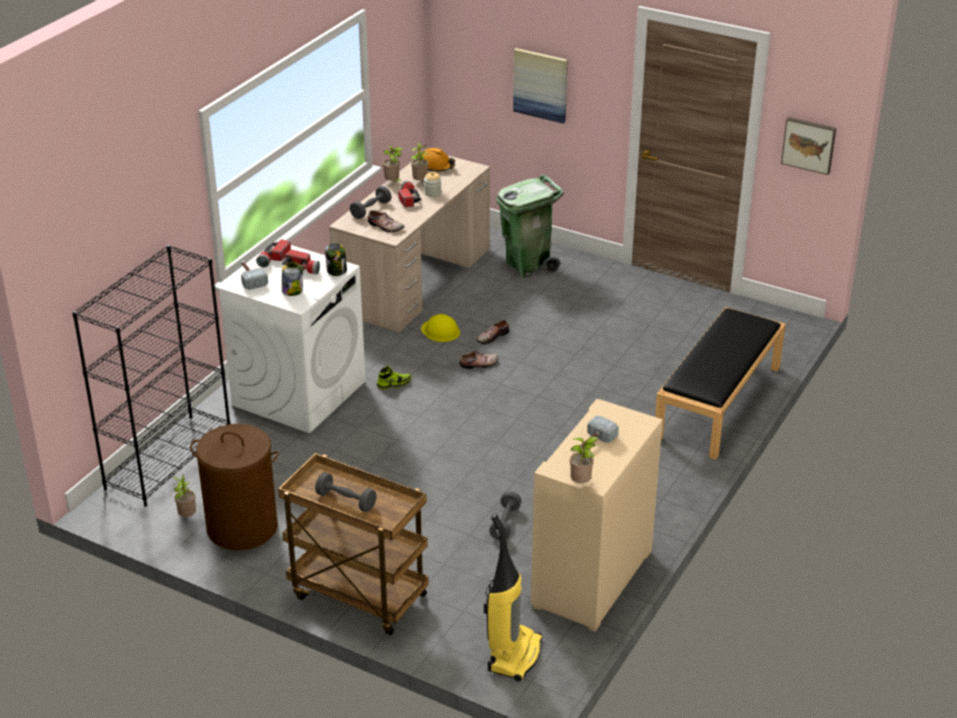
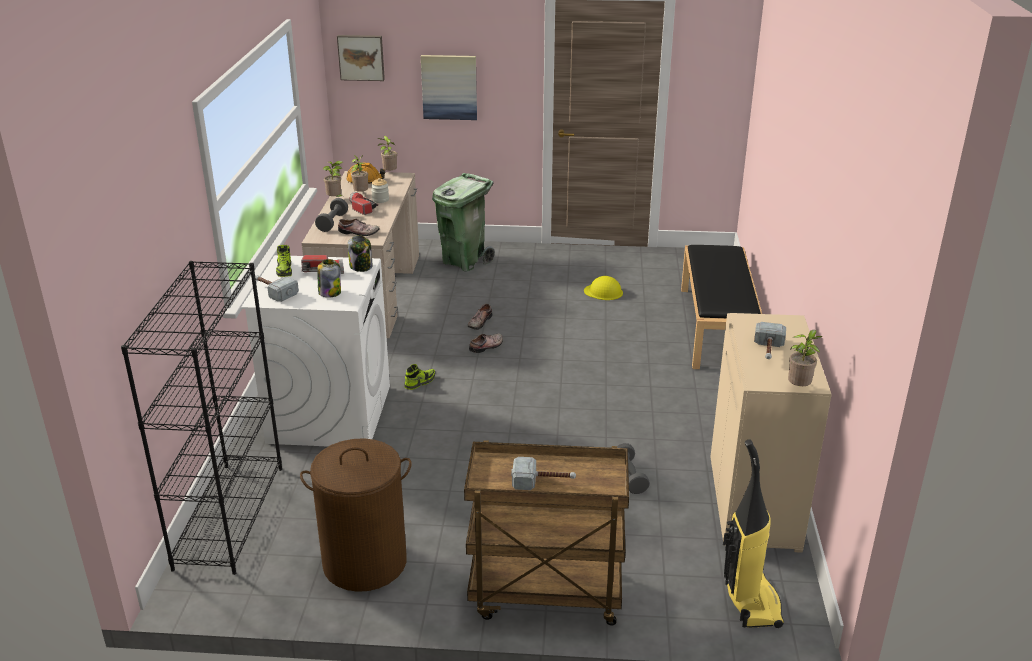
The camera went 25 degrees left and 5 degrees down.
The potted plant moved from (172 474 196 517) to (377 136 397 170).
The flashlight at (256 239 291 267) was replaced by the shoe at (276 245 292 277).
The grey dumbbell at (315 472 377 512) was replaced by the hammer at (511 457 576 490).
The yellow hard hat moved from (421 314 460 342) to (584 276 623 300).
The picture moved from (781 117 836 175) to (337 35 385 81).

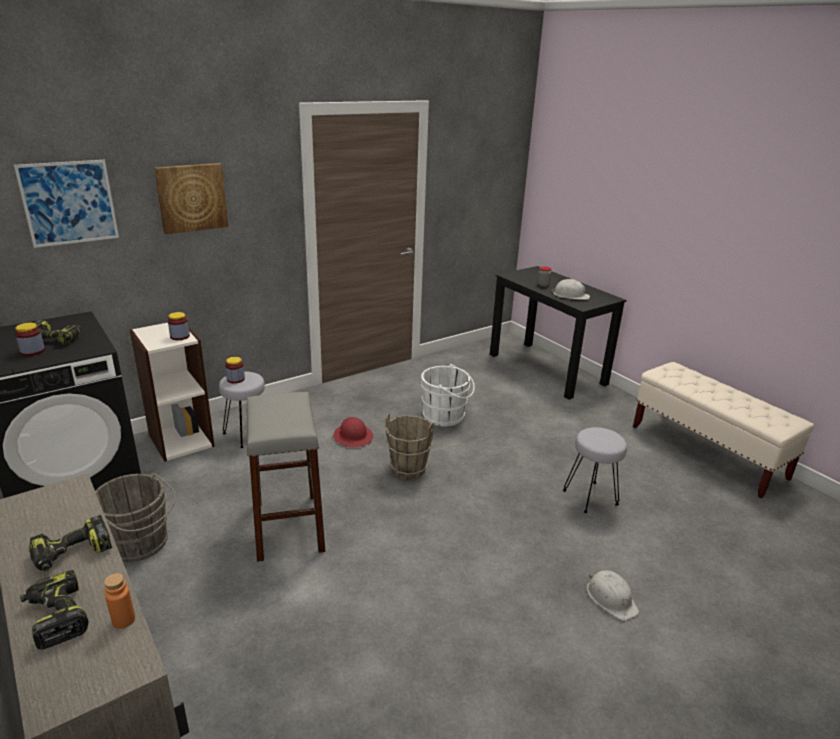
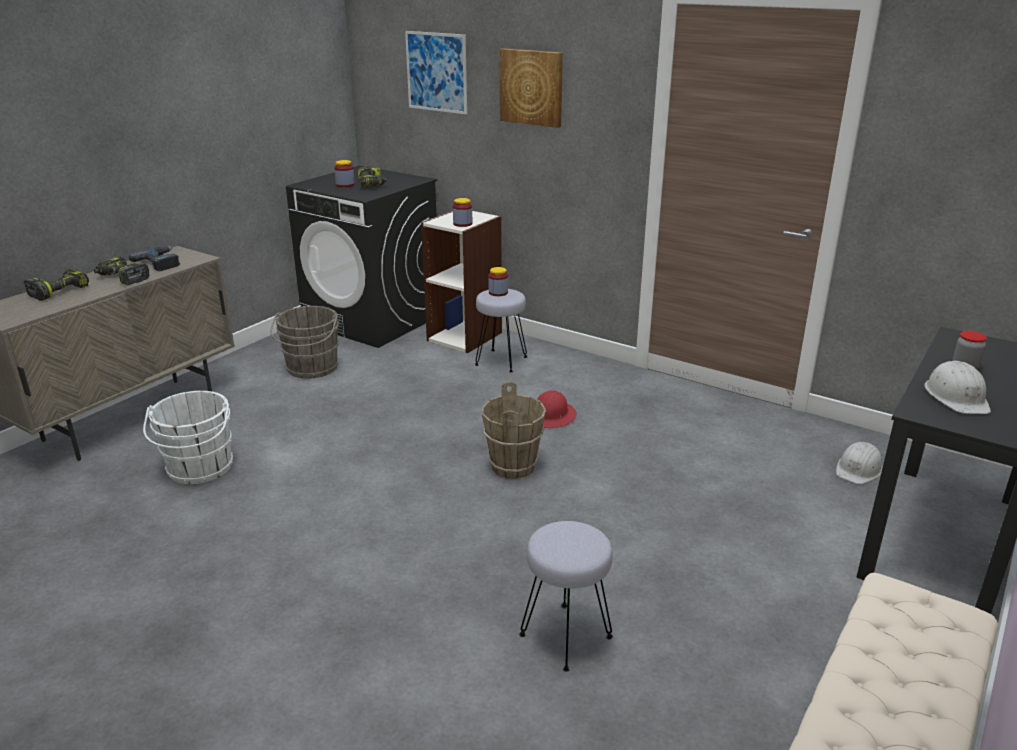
The camera went 70 degrees right and 0 degrees up.
The orange bottle at (104 573 135 629) disappeared.
The grey stool at (246 392 326 562) disappeared.
The white bucket moved from (420 364 475 426) to (143 391 233 484).
The white hard hat moved from (587 570 639 621) to (836 442 882 484).
The power drill at (129 246 180 271) appeared.

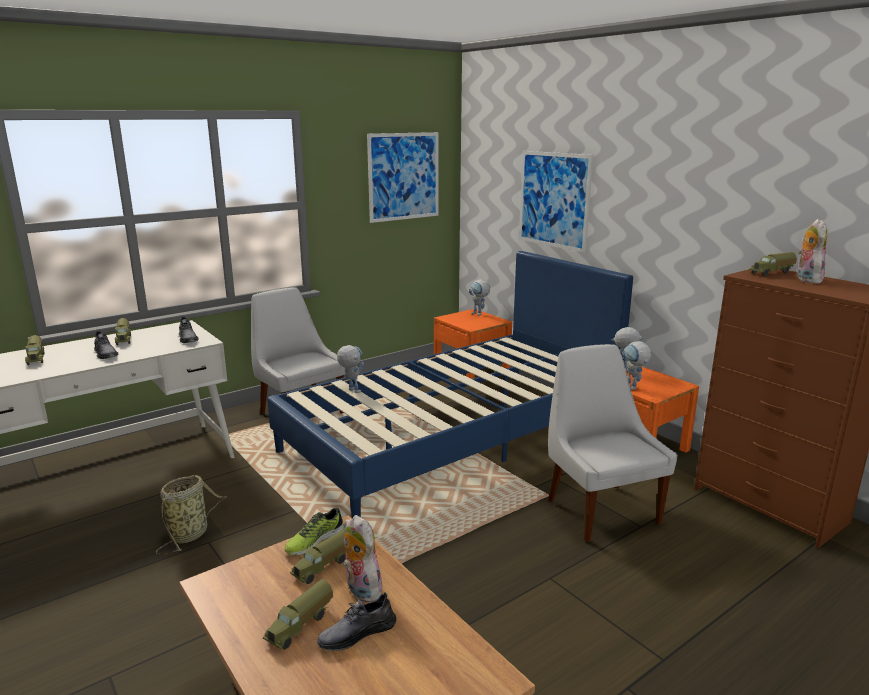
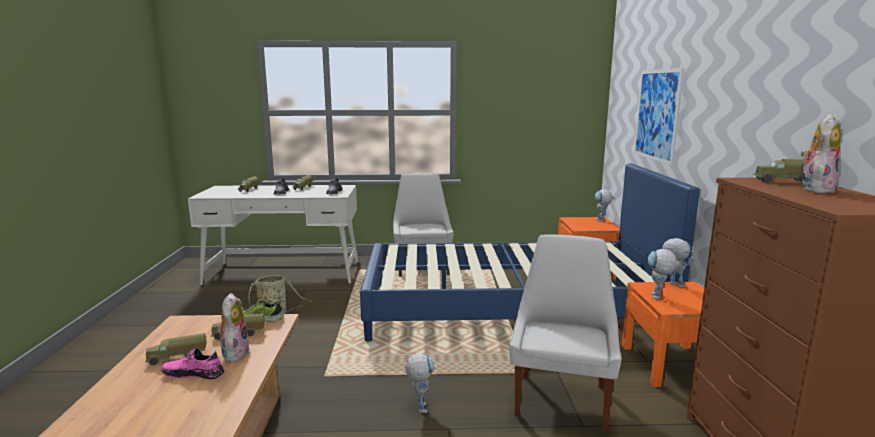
The camera went 35 degrees right and 5 degrees down.
The grey shoe at (317 592 396 651) became the pink shoe at (161 348 224 379).
The toy robot moved from (337 345 364 393) to (405 353 435 413).
The picture at (367 132 439 223) disappeared.

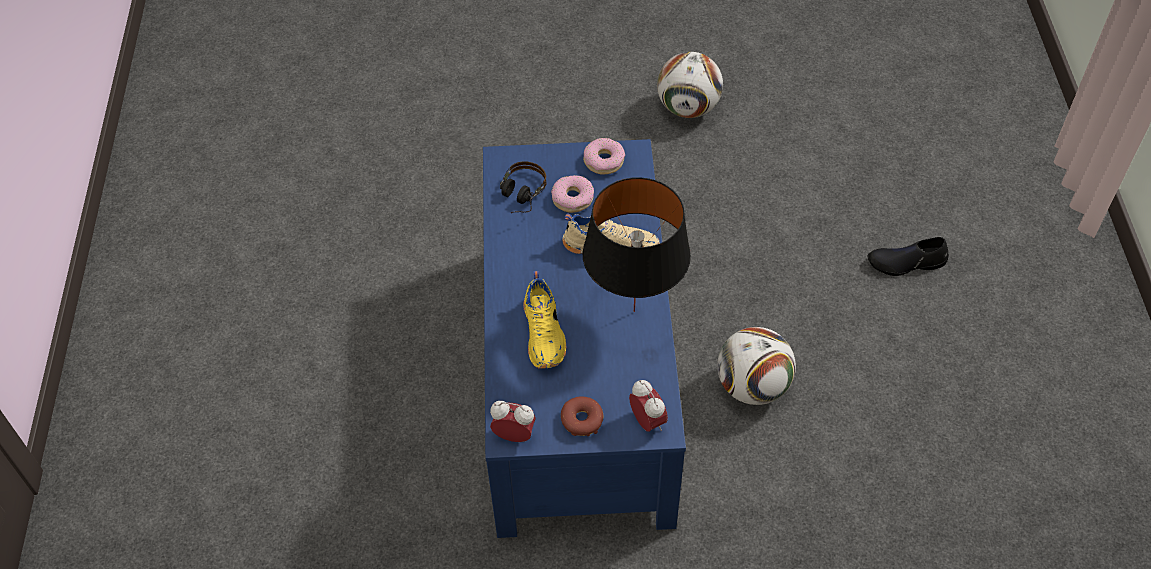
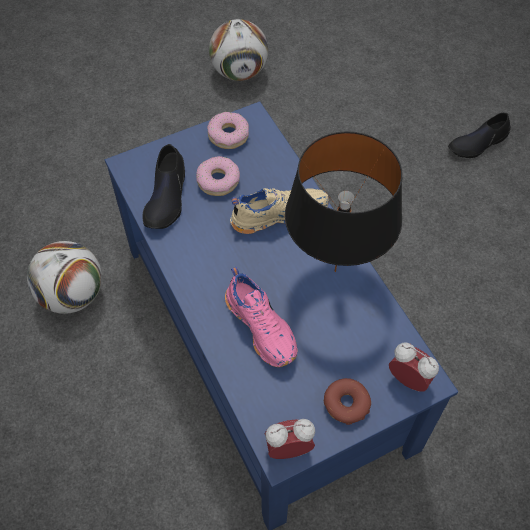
The camera went 25 degrees left and 5 degrees up.
The headphones at (500 161 546 213) was replaced by the black shoe at (142 144 185 229).
The yellow shoe at (523 271 567 369) became the pink shoe at (225 267 297 367).
The football moved from (717 327 796 405) to (27 241 102 314).

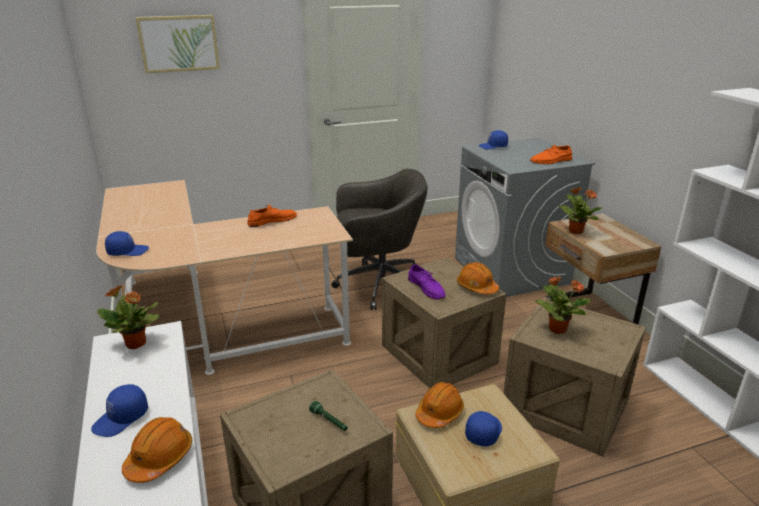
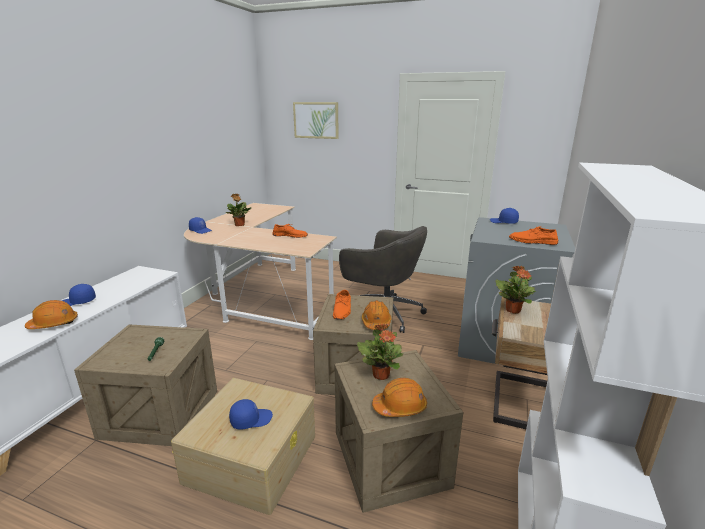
The camera went 40 degrees right and 5 degrees down.
The potted plant moved from (97 285 160 349) to (226 194 252 226).
The purple shoe at (408 264 446 299) became the orange shoe at (333 290 351 320).
The orange hard hat moved from (416 382 464 428) to (372 378 427 417).

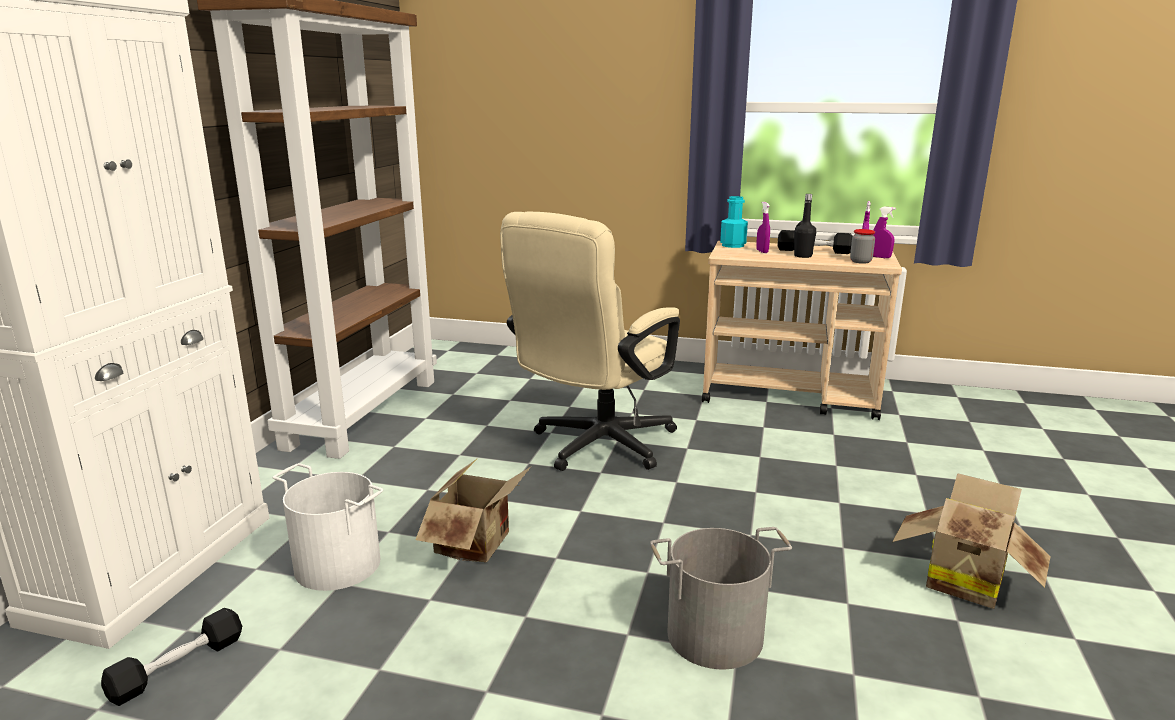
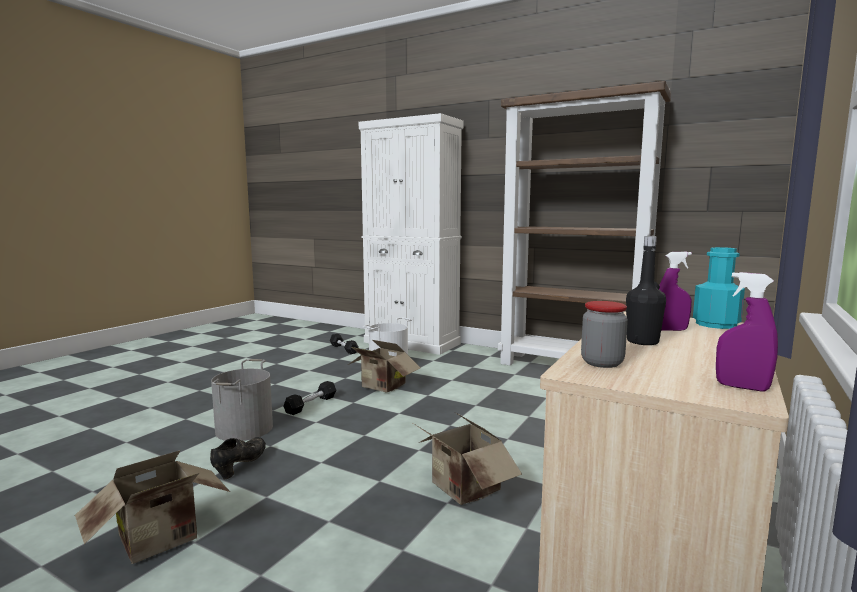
The camera went 105 degrees right and 10 degrees down.
The beige office chair at (500 211 680 471) disappeared.
The black dumbbell moved from (777 230 853 254) to (283 381 336 415).
The purple spray bottle at (873 207 896 258) disappeared.
The black shoe at (210 437 266 479) appeared.
The cardboard box at (414 412 522 505) appeared.

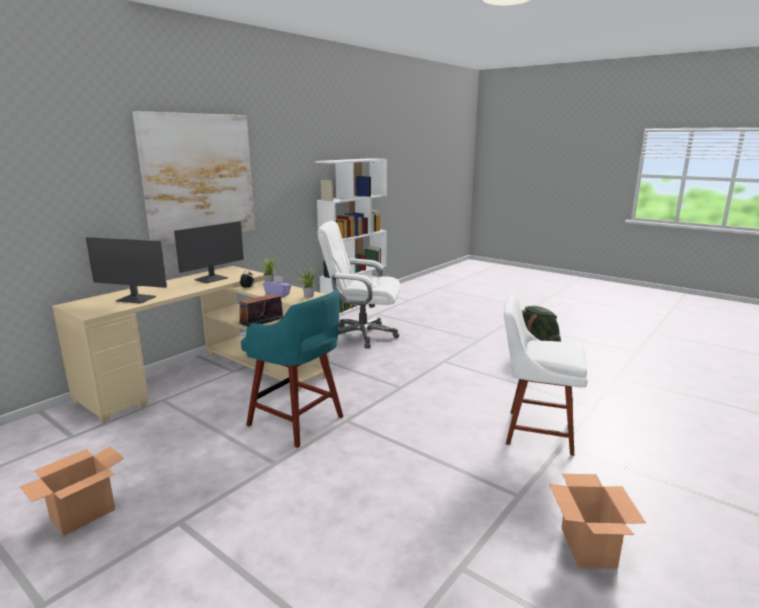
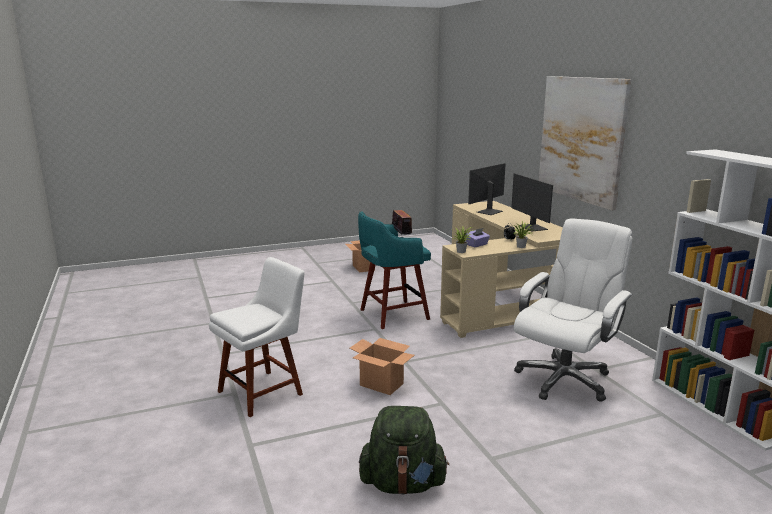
The camera went 120 degrees right and 0 degrees up.
The cardboard box moved from (549 474 646 568) to (350 338 415 395).

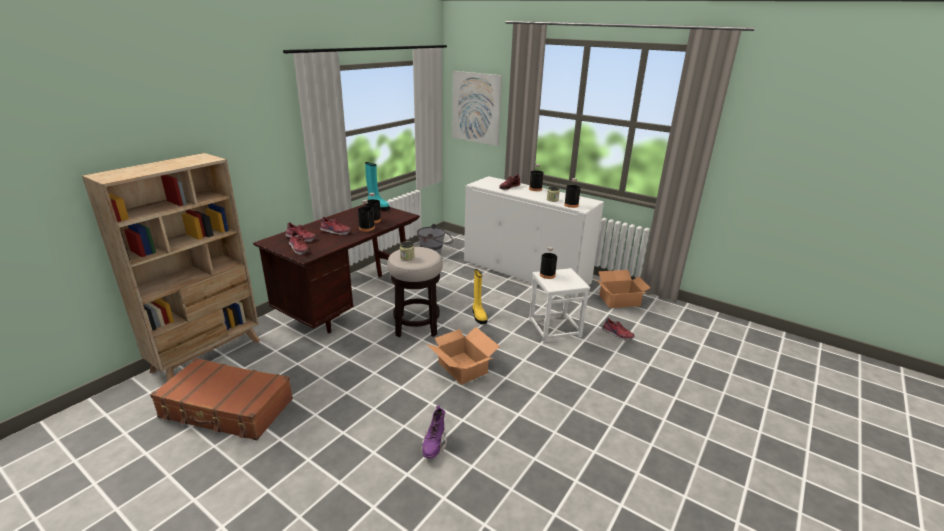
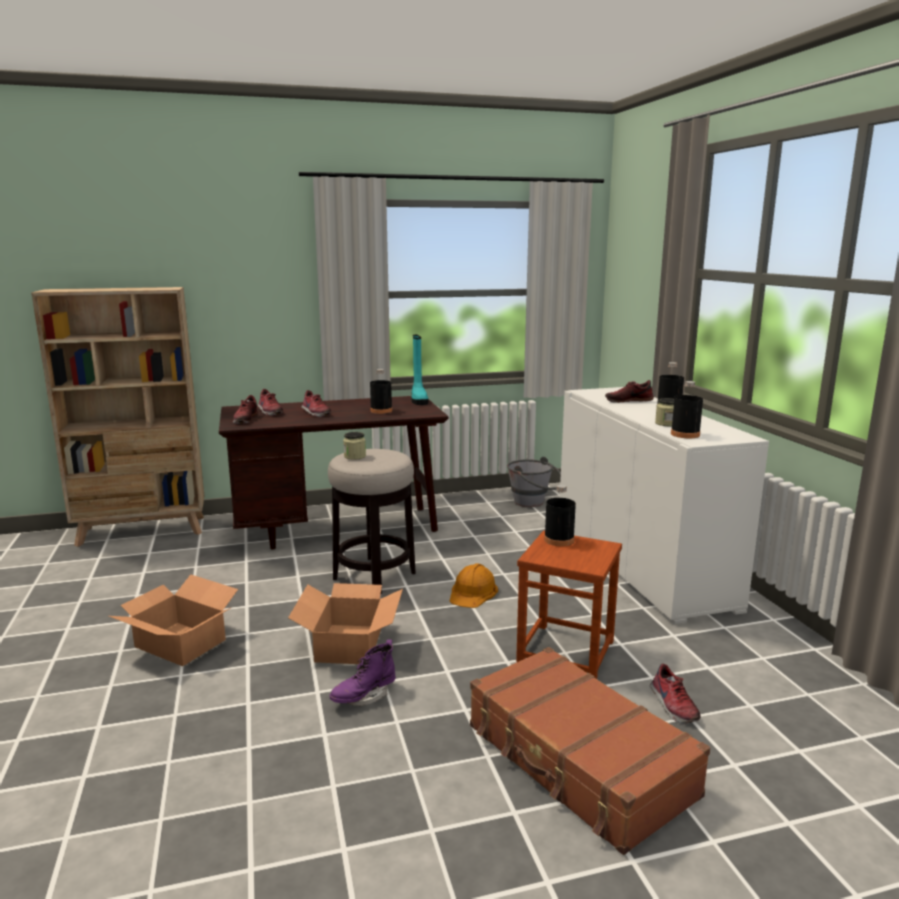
The camera went 40 degrees right and 10 degrees down.
The brown suitcase moved from (150 358 293 441) to (470 647 710 855).
The black bottle at (358 200 375 232) disappeared.
The purple boot moved from (420 405 447 459) to (330 640 396 706).
The picture at (452 71 502 146) disappeared.
The yellow boot at (472 269 487 324) was replaced by the orange hard hat at (450 563 498 608).
The white stool at (529 268 590 342) became the brown stool at (516 530 622 679).
The cardboard box moved from (596 270 650 308) to (109 574 238 666).

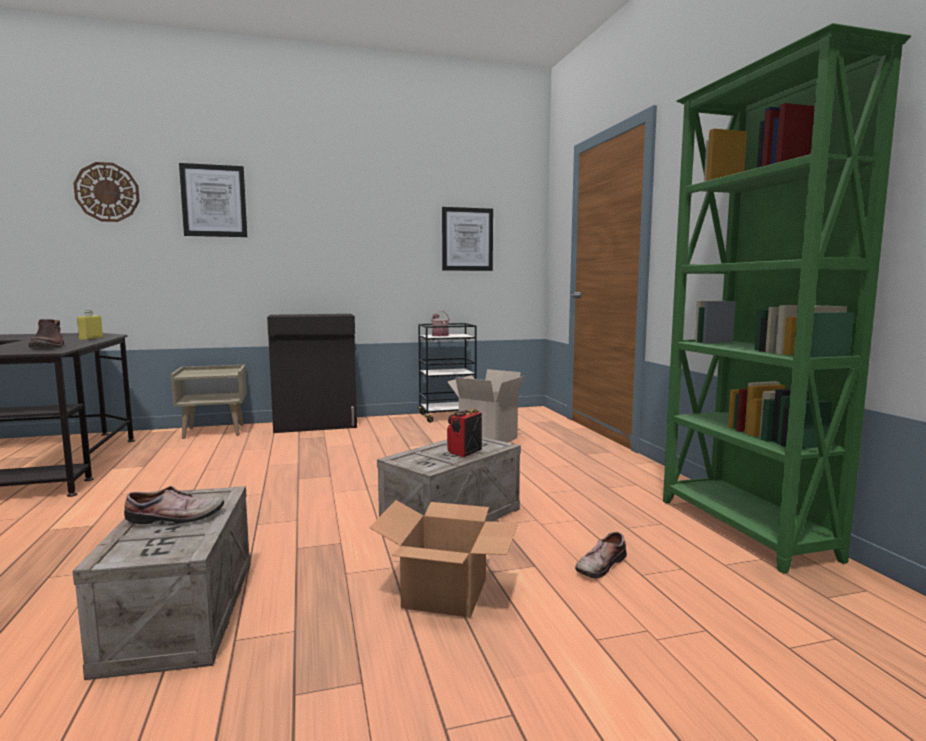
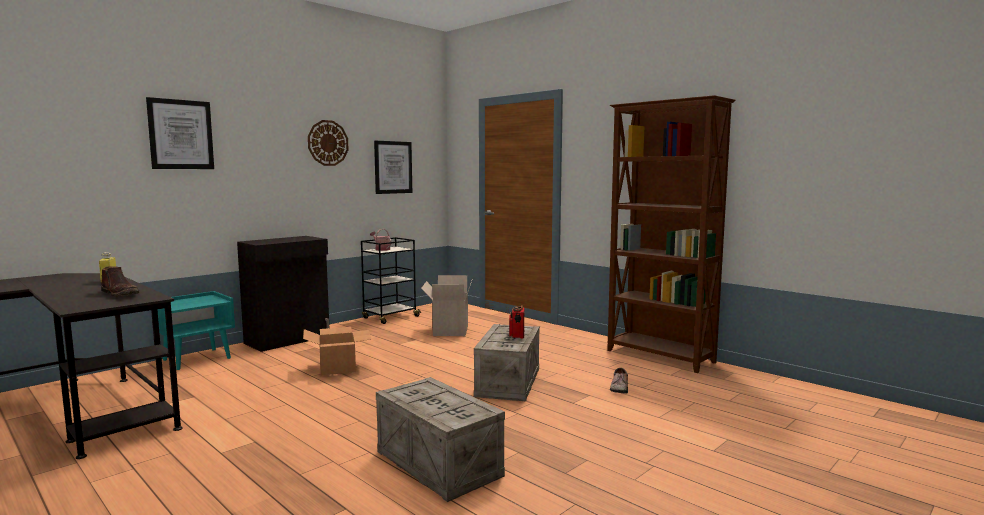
The camera went 30 degrees left and 0 degrees up.
The wall clock moved from (73 162 140 222) to (308 120 349 166).
The shoe at (124 486 224 524) disappeared.
The beige nightstand at (171 365 247 439) became the turquoise nightstand at (157 291 235 370).
The cardboard box moved from (369 500 518 618) to (303 327 371 375).
The green bookcase at (663 23 911 574) became the brown bookcase at (607 95 736 373).

